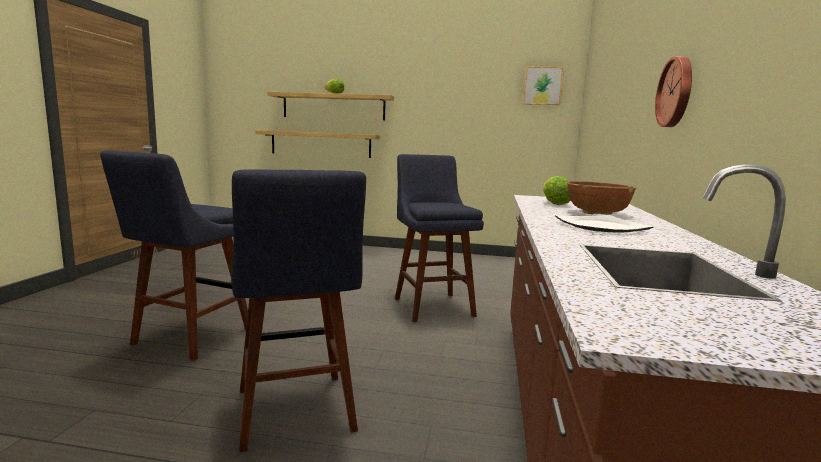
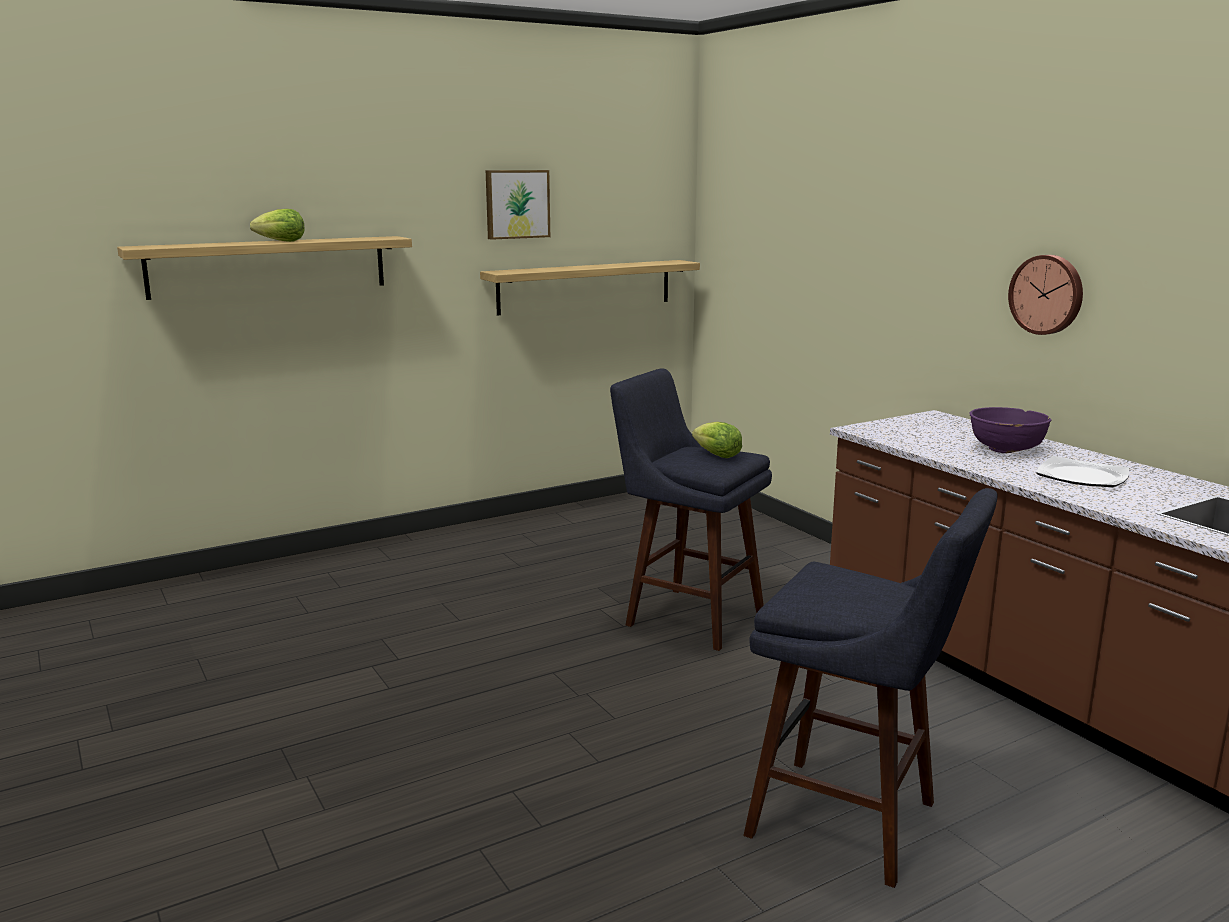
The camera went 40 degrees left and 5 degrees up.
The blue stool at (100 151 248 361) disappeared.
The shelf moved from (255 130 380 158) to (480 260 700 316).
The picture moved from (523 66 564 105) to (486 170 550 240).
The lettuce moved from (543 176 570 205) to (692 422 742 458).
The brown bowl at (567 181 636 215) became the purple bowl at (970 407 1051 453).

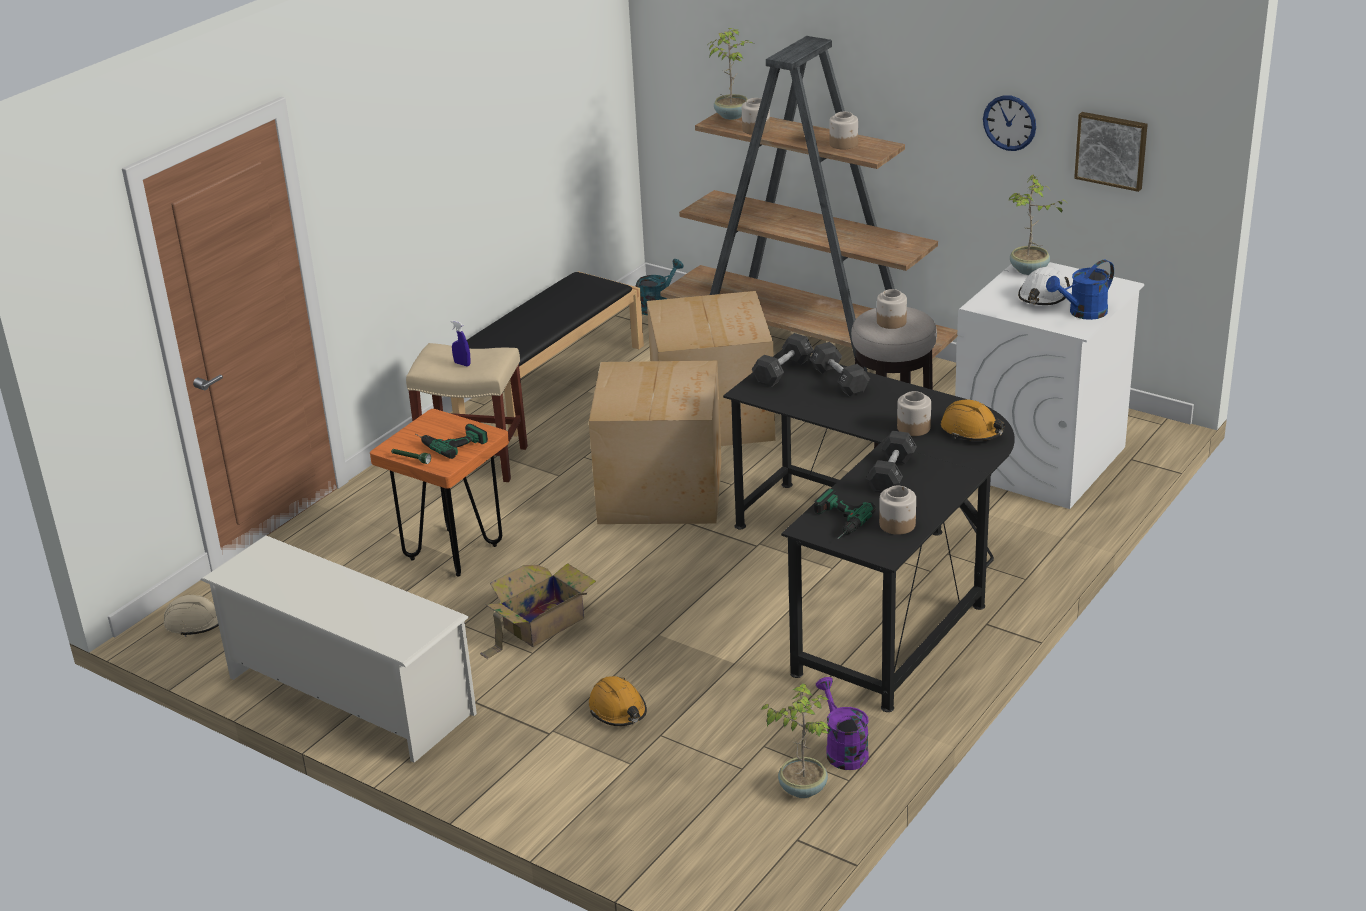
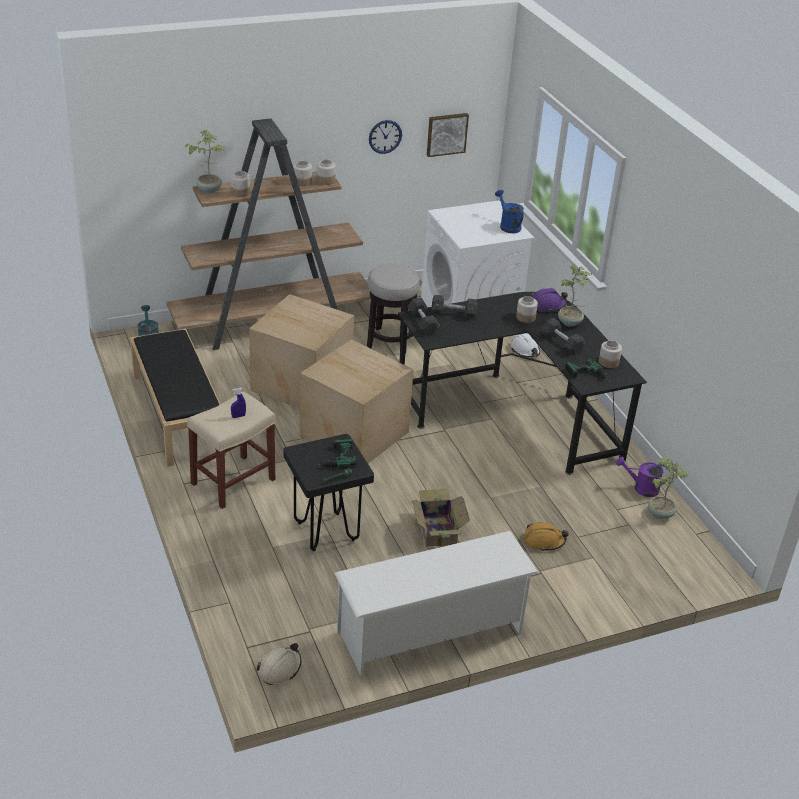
The camera went 60 degrees left and 5 degrees up.
The orange stool at (370 409 509 577) became the black stool at (283 434 374 551).
The jar moved from (877 289 907 329) to (317 159 336 185).
The orange hard hat at (941 399 1005 441) became the purple hard hat at (530 288 568 313).
The potted plant moved from (1008 175 1069 275) to (558 264 592 327).
The white hard hat moved from (1018 267 1070 305) to (511 333 540 357).
The blue watering can at (1046 260 1114 320) turned 150 degrees clockwise.

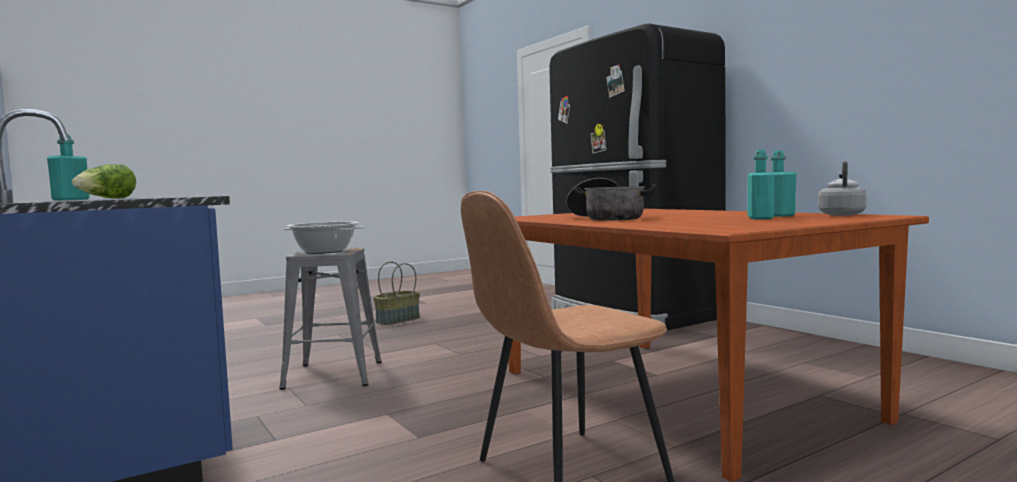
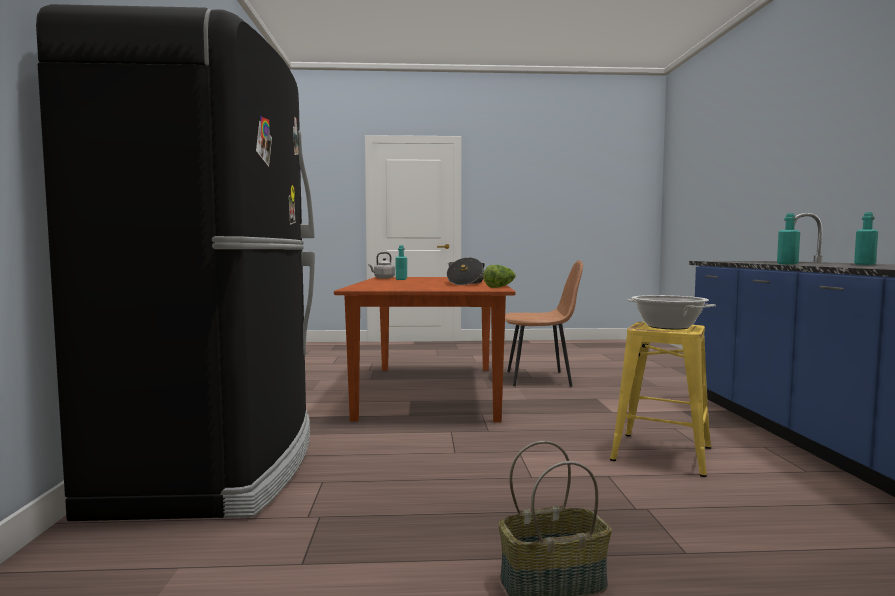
The camera went 150 degrees left and 0 degrees up.
The lettuce moved from (72 164 136 199) to (483 265 516 288).
The grey stool at (279 248 382 390) became the yellow stool at (610 322 711 477).
The turquoise bottle moved from (748 150 774 220) to (777 213 800 264).

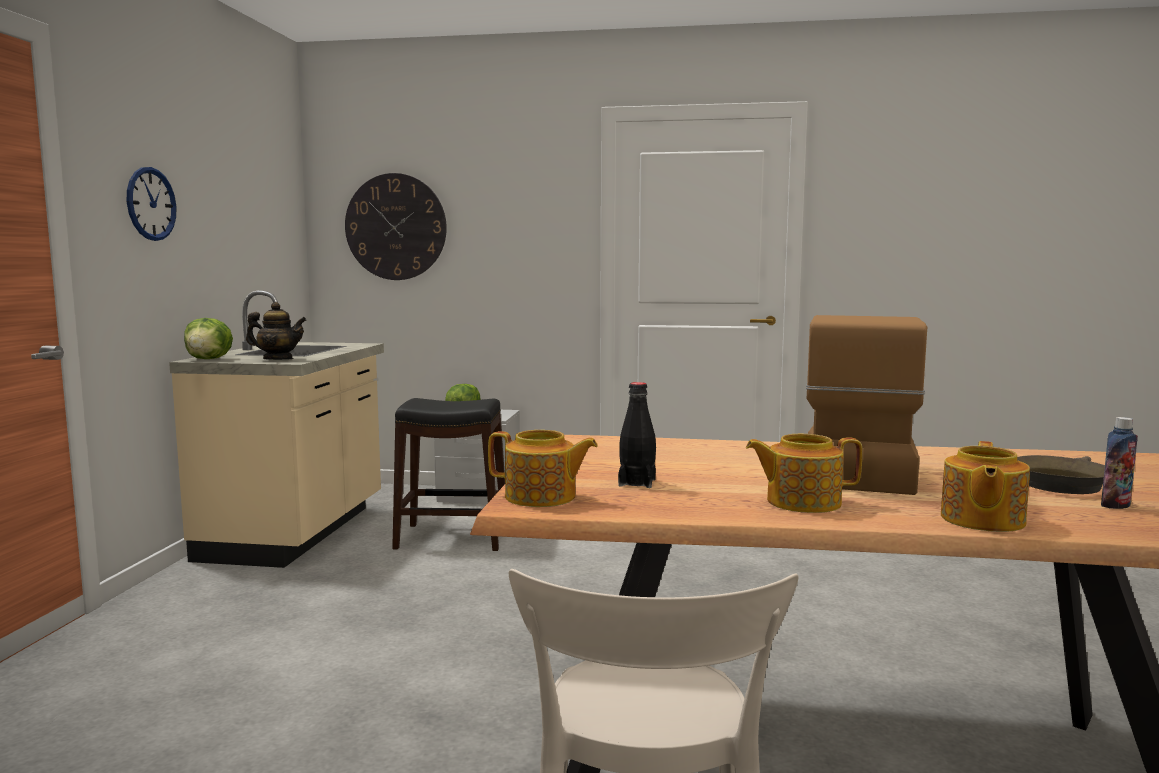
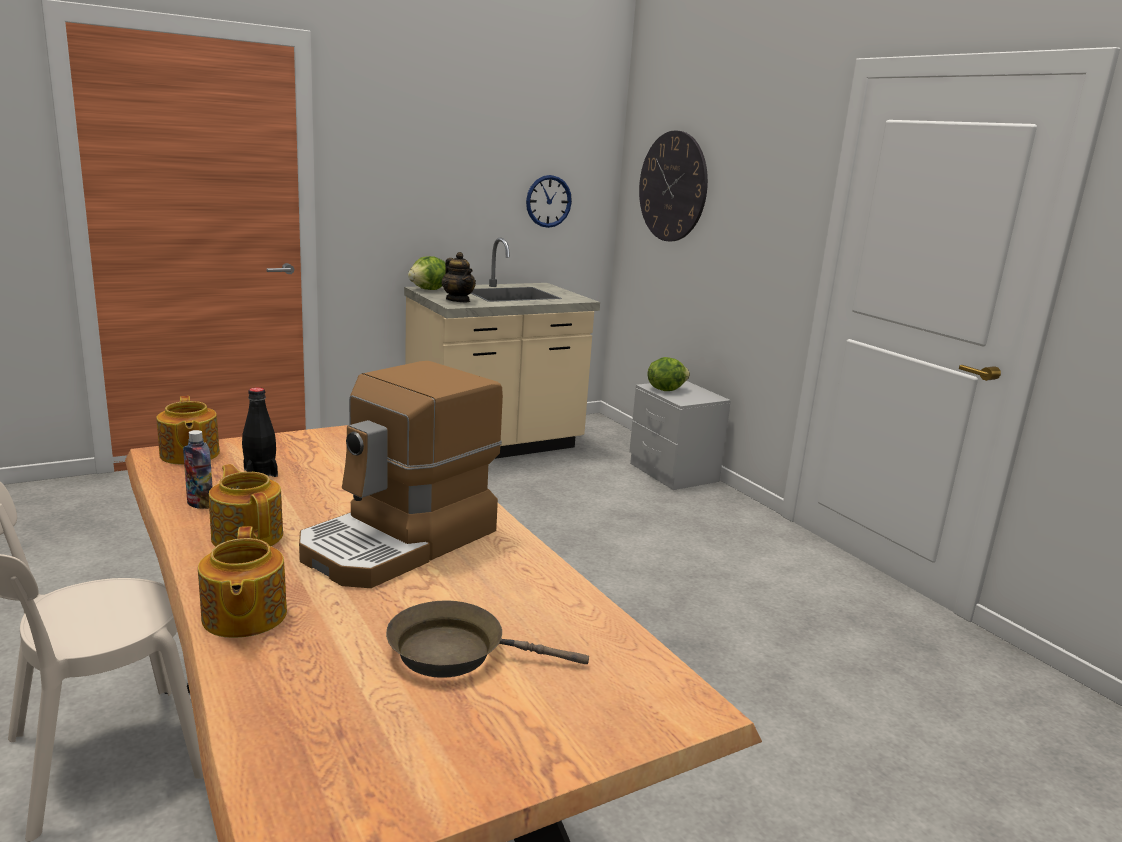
The camera went 50 degrees right and 10 degrees up.
The wall clock moved from (127 167 177 241) to (526 175 572 228).
The black stool at (392 398 505 551) disappeared.
The coffee machine at (806 315 927 495) turned 150 degrees clockwise.
The teapot at (941 441 1030 532) turned 90 degrees counterclockwise.
The bottle moved from (1101 417 1138 509) to (183 430 212 509).

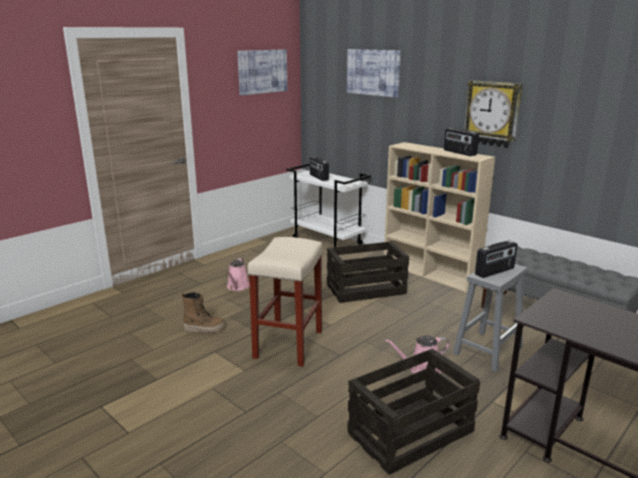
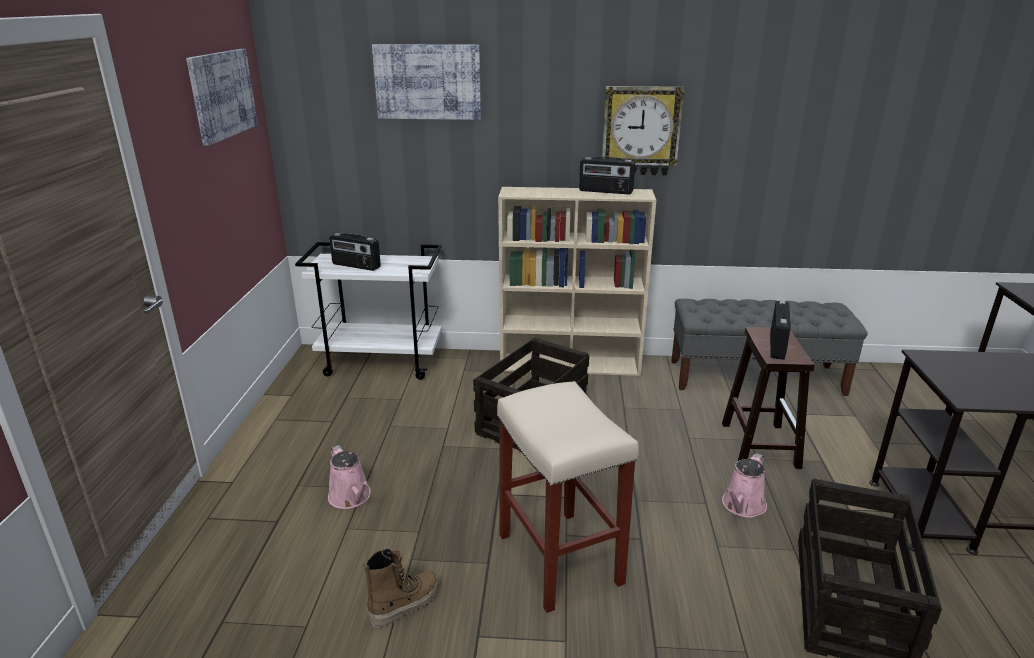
The camera went 40 degrees left and 5 degrees up.
The grey stool at (453 264 527 372) became the brown stool at (722 327 815 469).

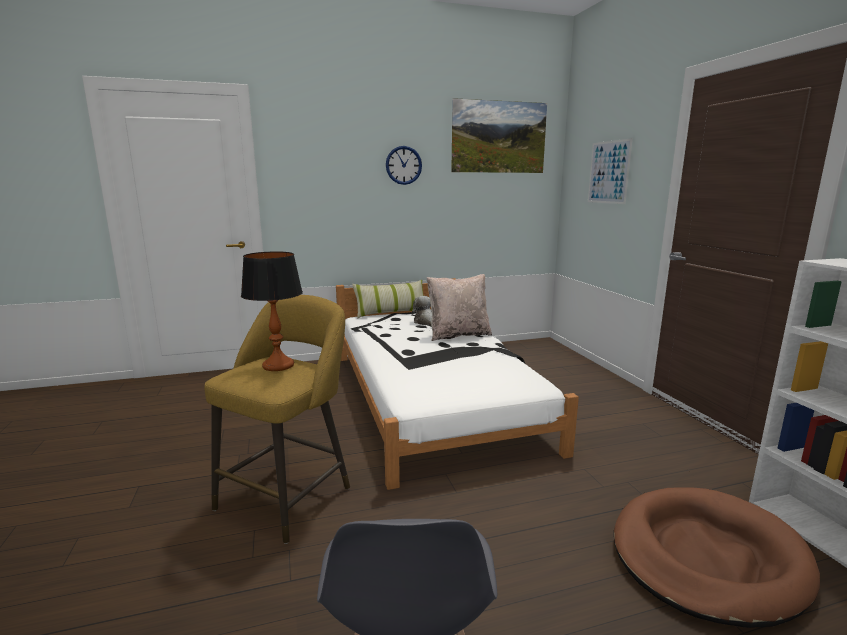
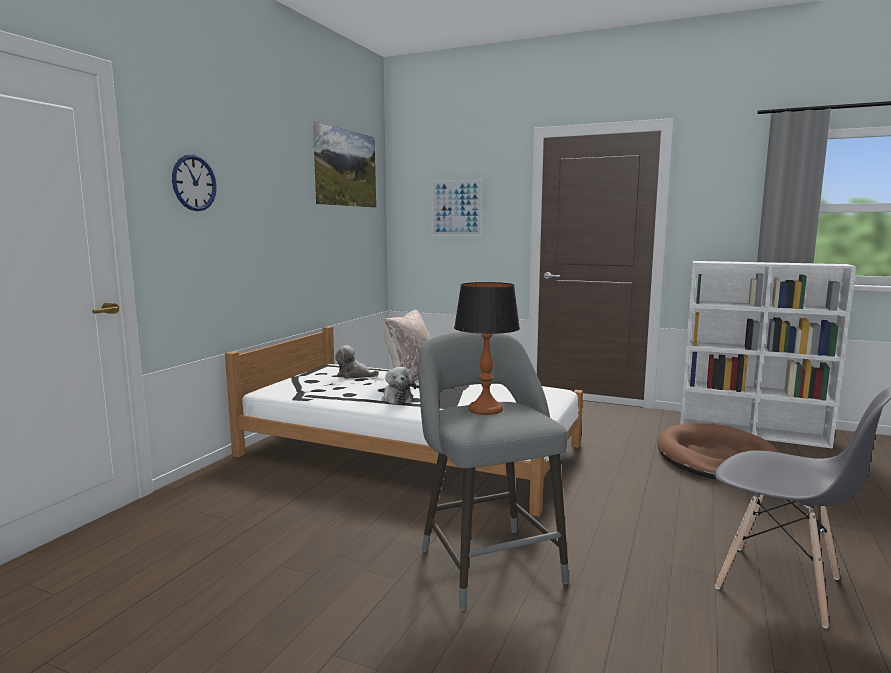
The camera went 50 degrees left and 5 degrees down.
The yellow stool at (204 295 350 544) became the grey stool at (418 332 569 611).
The pillow at (352 280 424 318) disappeared.
The wall clock moved from (386 146 422 185) to (172 155 217 211).
The plush toy at (382 367 416 404) appeared.

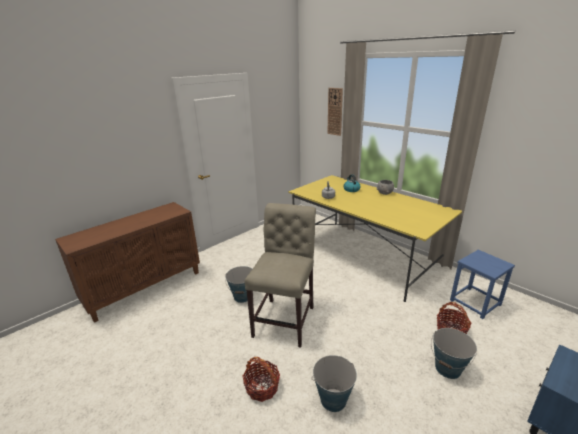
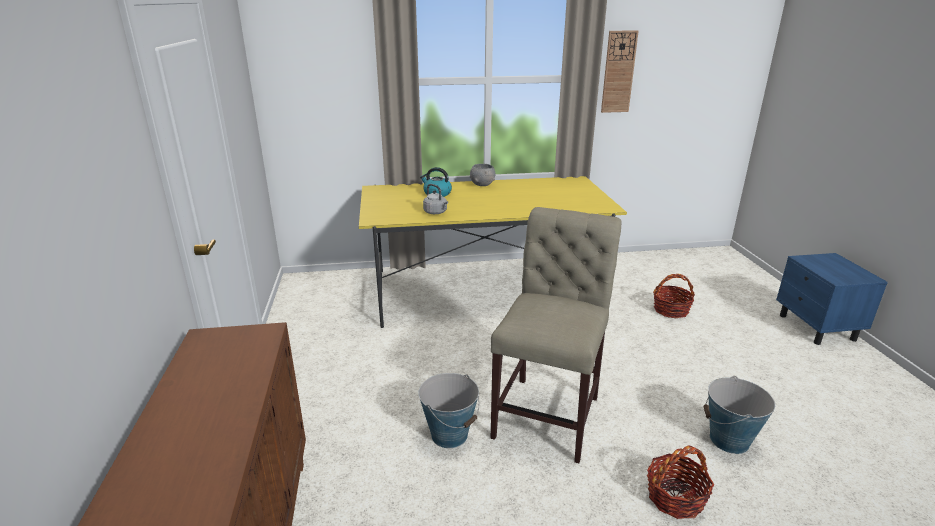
The camera went 55 degrees left and 0 degrees up.
The beige chair at (245 203 316 348) turned 60 degrees clockwise.
The wall clock moved from (327 88 343 136) to (601 30 639 113).
The bucket at (431 328 477 379) disappeared.
The blue stool at (450 250 515 319) disappeared.

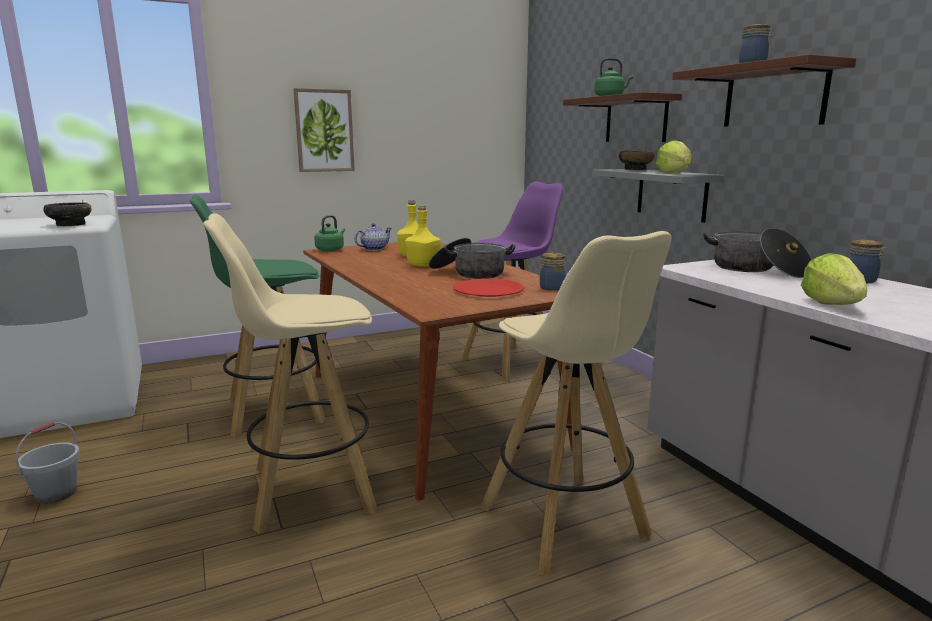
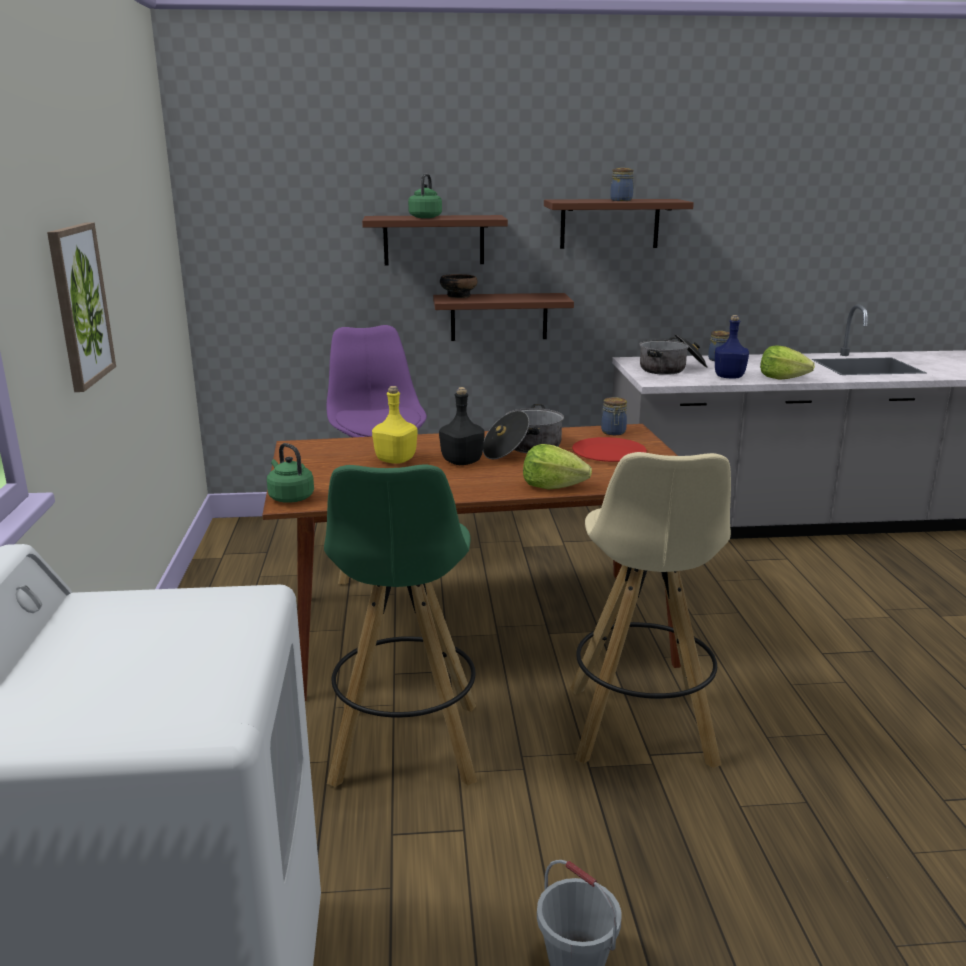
The camera went 70 degrees left and 5 degrees up.
The bowl at (43 202 92 226) disappeared.
The teapot at (355 223 392 251) disappeared.
The yellow bottle at (405 205 441 267) became the black bottle at (439 387 485 465).
The beige stool at (480 231 672 575) disappeared.
The grey shelf at (593 169 725 223) became the brown shelf at (433 293 574 341).
The lettuce moved from (656 141 692 174) to (523 444 592 490).
The blue bottle at (715 315 749 378) appeared.

